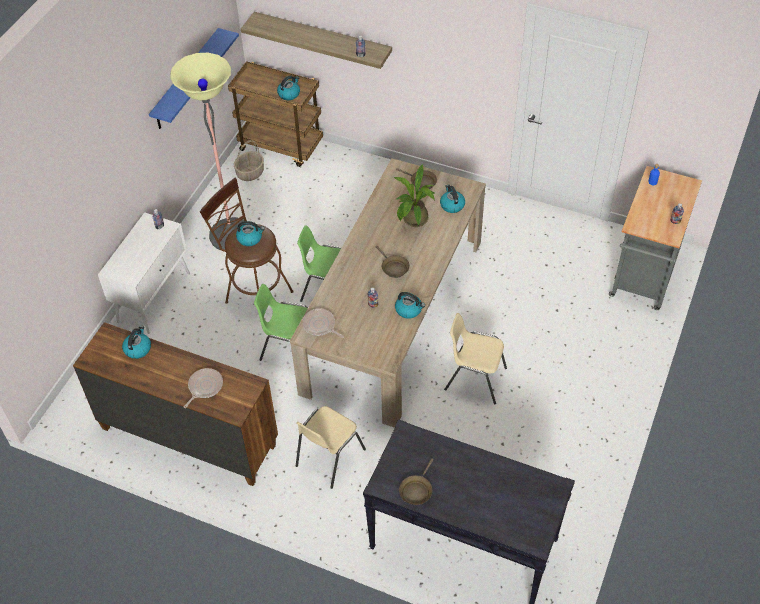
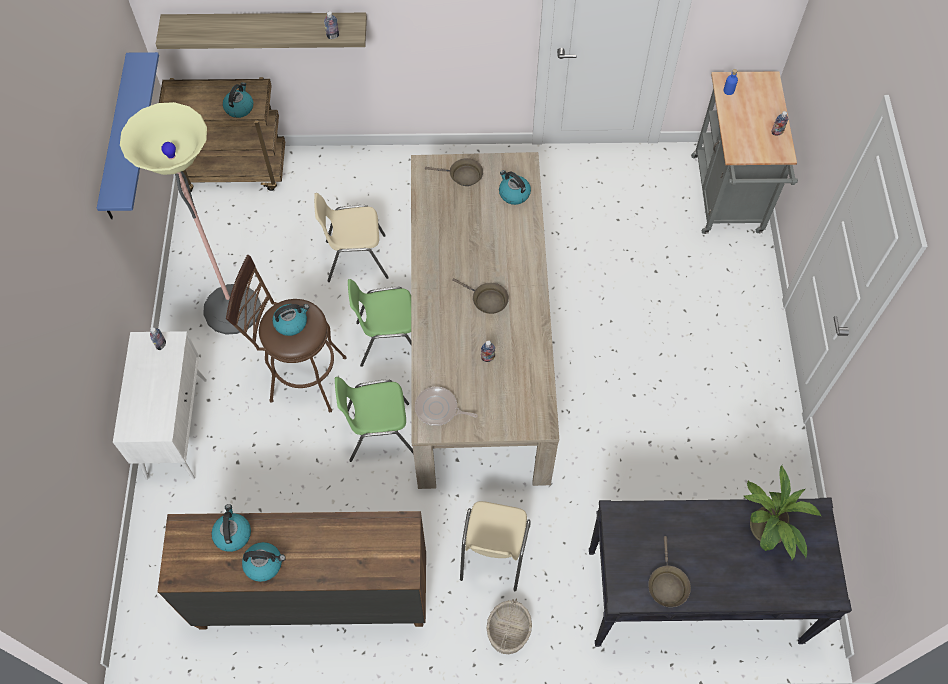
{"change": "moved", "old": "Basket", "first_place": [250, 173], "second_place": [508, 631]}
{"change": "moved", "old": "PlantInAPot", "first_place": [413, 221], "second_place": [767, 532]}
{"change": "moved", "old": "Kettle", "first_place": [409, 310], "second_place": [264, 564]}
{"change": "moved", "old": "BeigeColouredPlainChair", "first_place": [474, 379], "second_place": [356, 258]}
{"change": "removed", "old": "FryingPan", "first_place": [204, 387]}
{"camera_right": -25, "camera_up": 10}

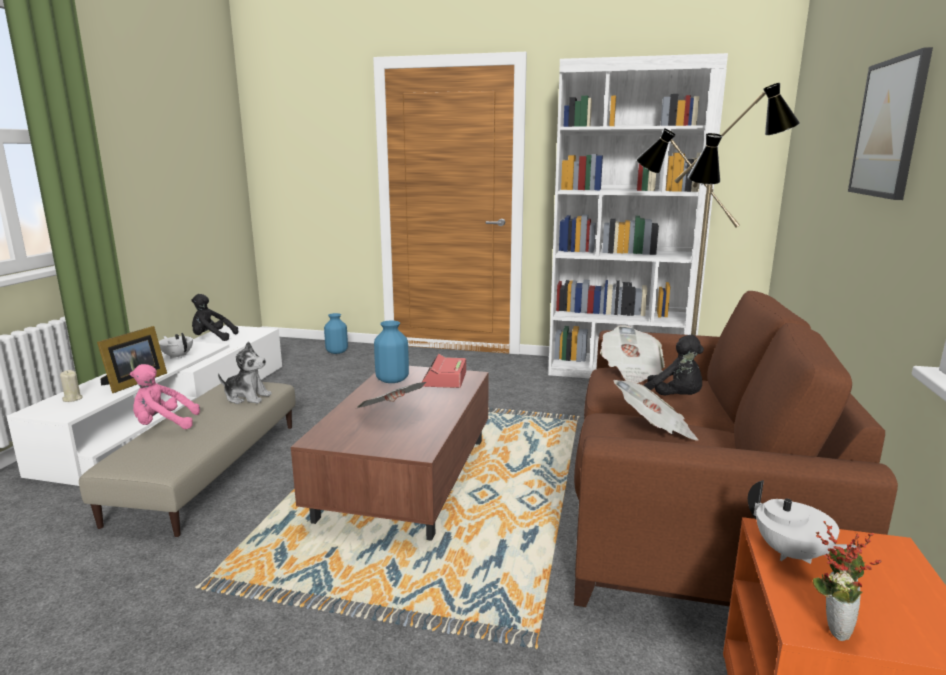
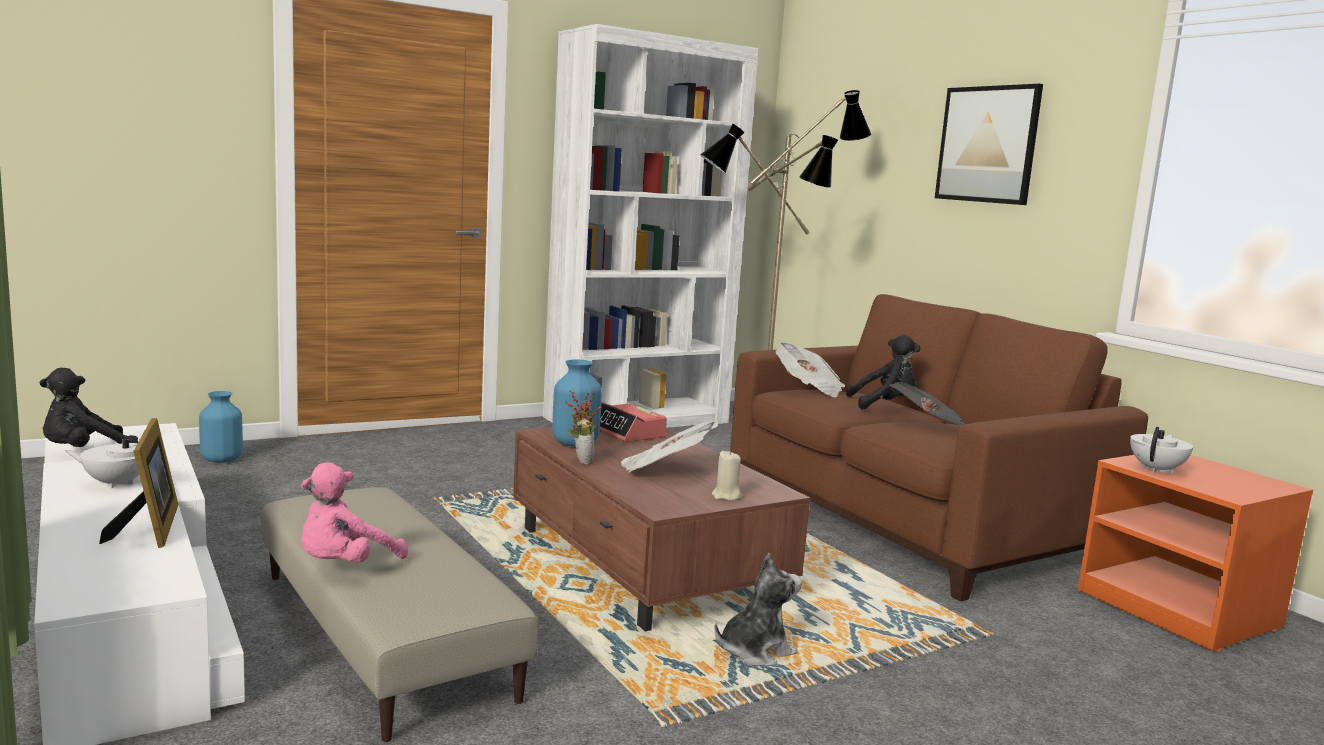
{"change": "moved", "old": "SoftToy", "first_place": [247, 397], "second_place": [755, 651]}
{"change": "moved", "old": "BeigeColouredWaxCandle", "first_place": [72, 399], "second_place": [726, 496]}
{"change": "turned", "old": "WhiteColouredTeaPot", "first_place": [792, 554], "second_place": [1157, 470], "degrees": -60}
{"change": "moved", "old": "PlantInAPot", "first_place": [832, 625], "second_place": [580, 461]}
{"camera_right": -45, "camera_up": -5}

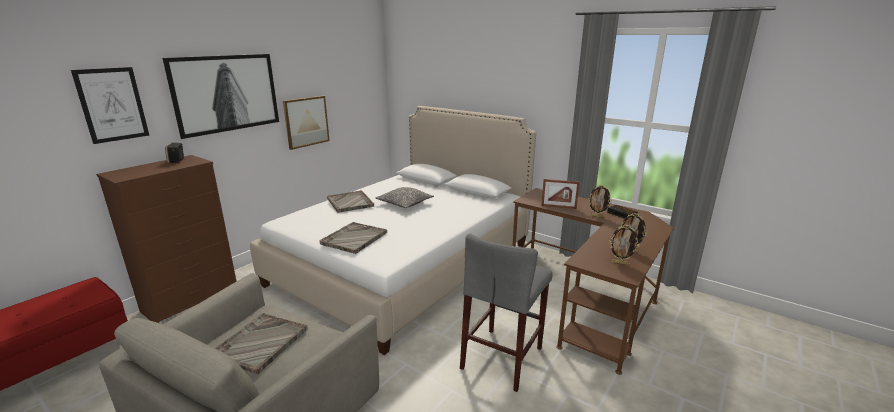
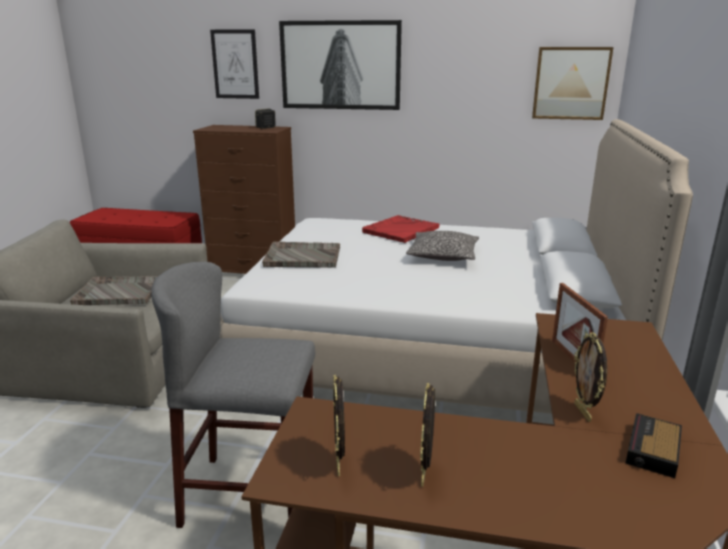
{"change": "moved", "old": "WallPicture", "first_place": [306, 121], "second_place": [571, 83]}
{"change": "recoloured", "old": "GrayCarryingTray", "new": "RedColouredCarryingTray", "first_place": [350, 202], "second_place": [400, 230]}
{"camera_right": 65, "camera_up": 0}

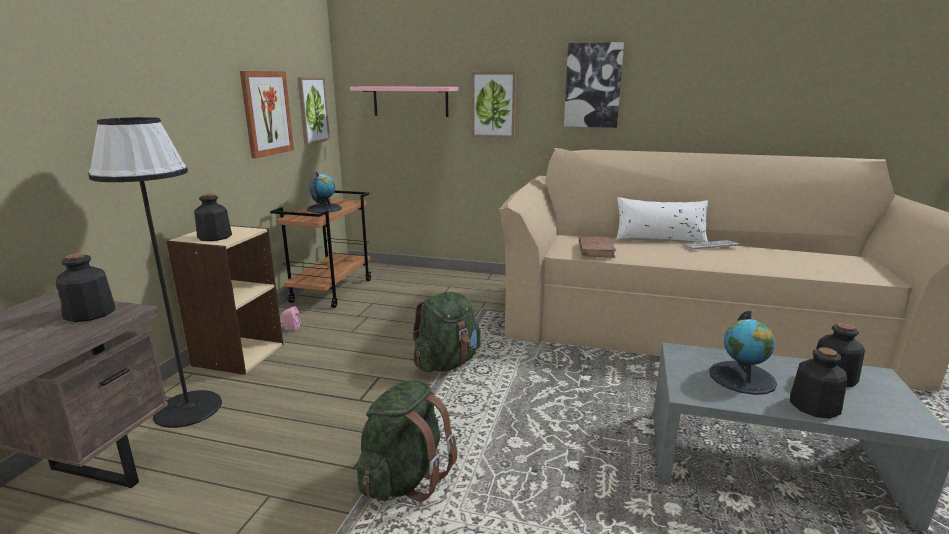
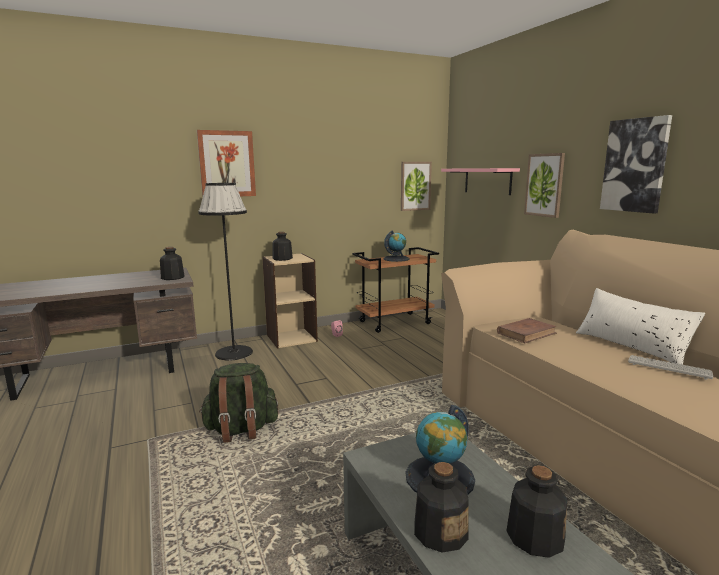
{"change": "moved", "old": "WallPicture", "first_place": [266, 113], "second_place": [227, 164]}
{"change": "removed", "old": "GreenishBackpack", "first_place": [447, 363]}
{"camera_right": 50, "camera_up": -5}

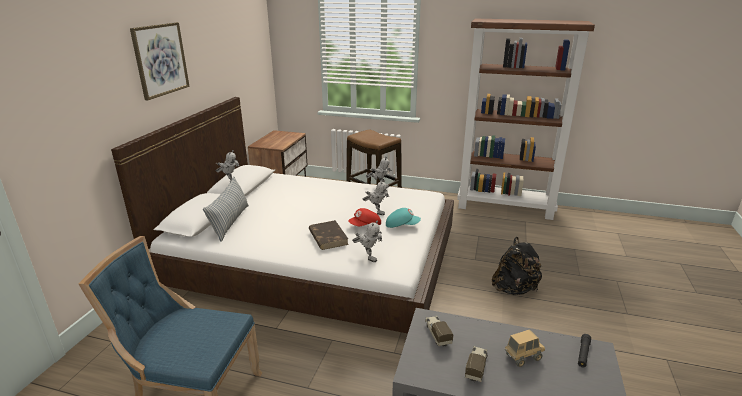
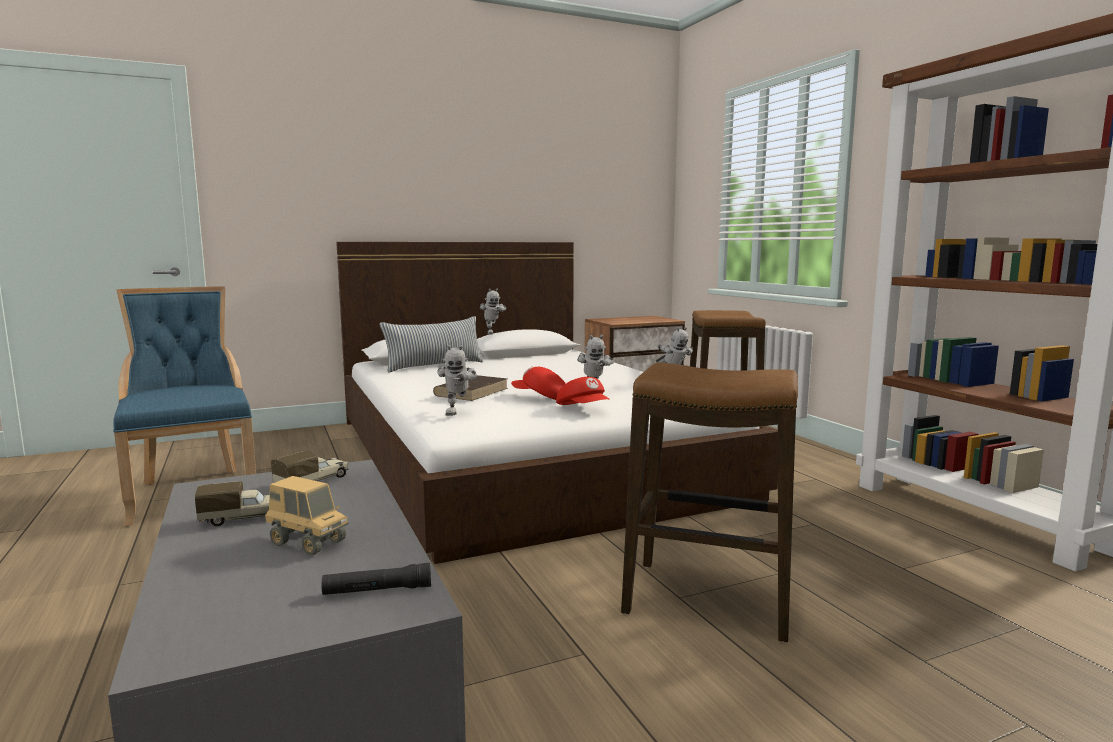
{"change": "removed", "old": "WallPicture", "first_place": [160, 60]}
{"change": "recoloured", "old": "TurquoiseColouredPeakedCap", "new": "RedColouredPeakedCap", "first_place": [402, 225], "second_place": [583, 409]}
{"change": "replaced", "old": "BlackishBackpack", "new": "StoolSeat", "first_place": [514, 289], "second_place": [708, 600]}
{"camera_right": 50, "camera_up": -15}

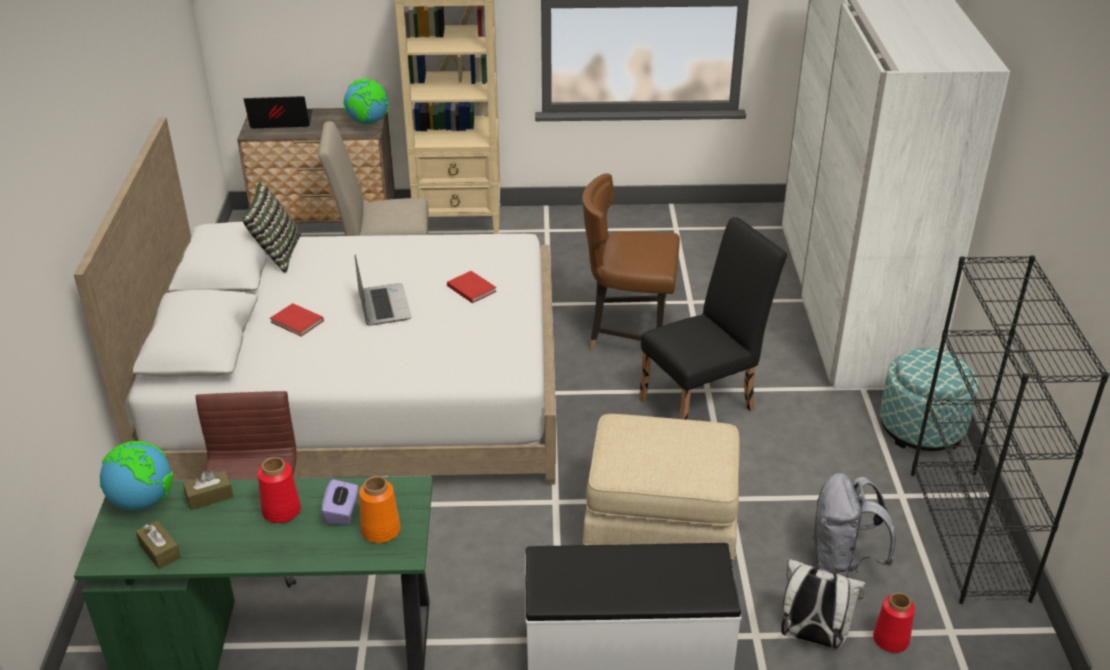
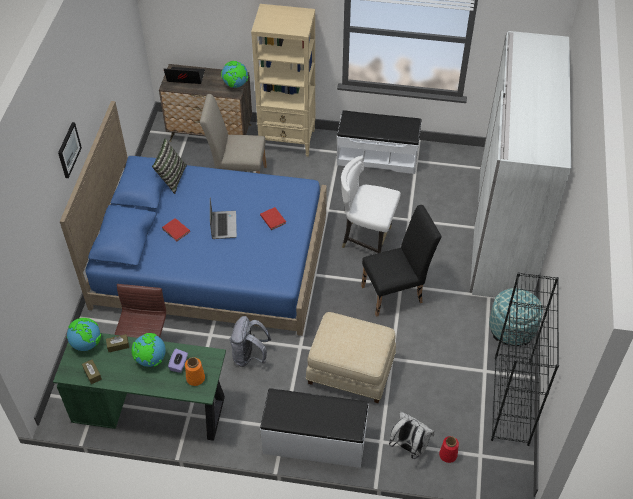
{"change": "recoloured", "old": "WhiteColouredSleepingBed", "new": "BluishSleepingBed", "first_place": [361, 393], "second_place": [211, 260]}
{"change": "recoloured", "old": "BrownPlainChair", "new": "WhiteColouredPlainChair", "first_place": [628, 334], "second_place": [366, 239]}
{"change": "replaced", "old": "RedColouredDecorativeVase", "new": "Globe", "first_place": [281, 511], "second_place": [150, 359]}
{"change": "moved", "old": "GrayBackpack", "first_place": [843, 563], "second_place": [249, 356]}
{"change": "added", "new": "WhiteColouredBench", "second_place": [377, 157]}
{"change": "added", "new": "WallPicture", "second_place": [68, 150]}
{"camera_right": 10, "camera_up": 15}

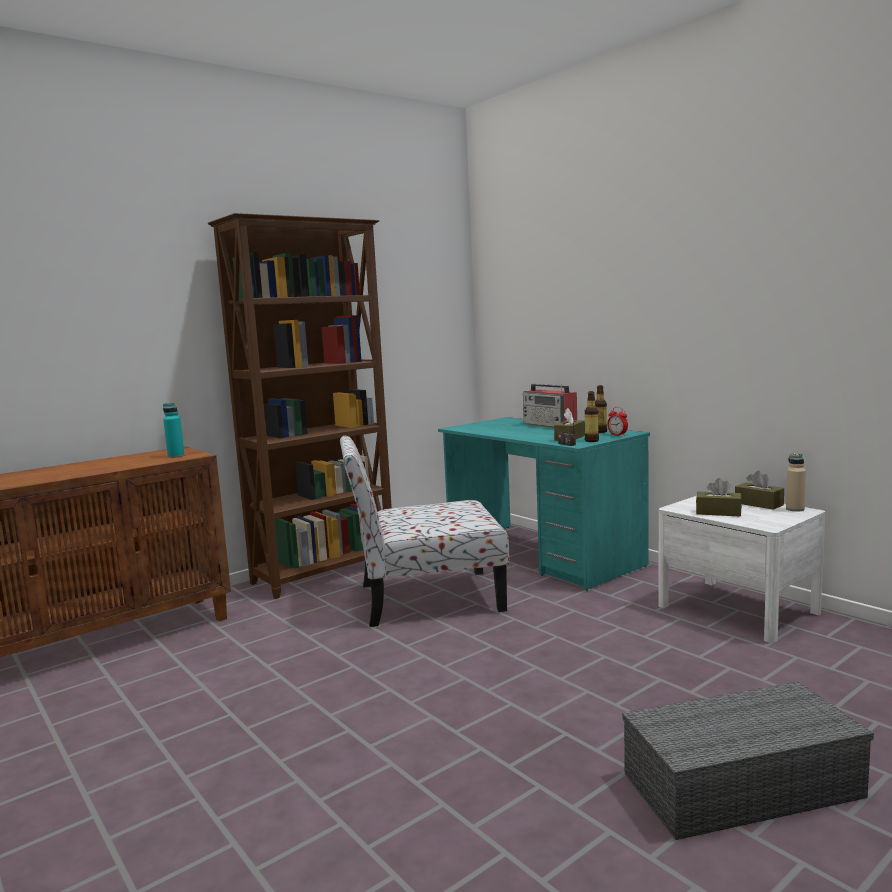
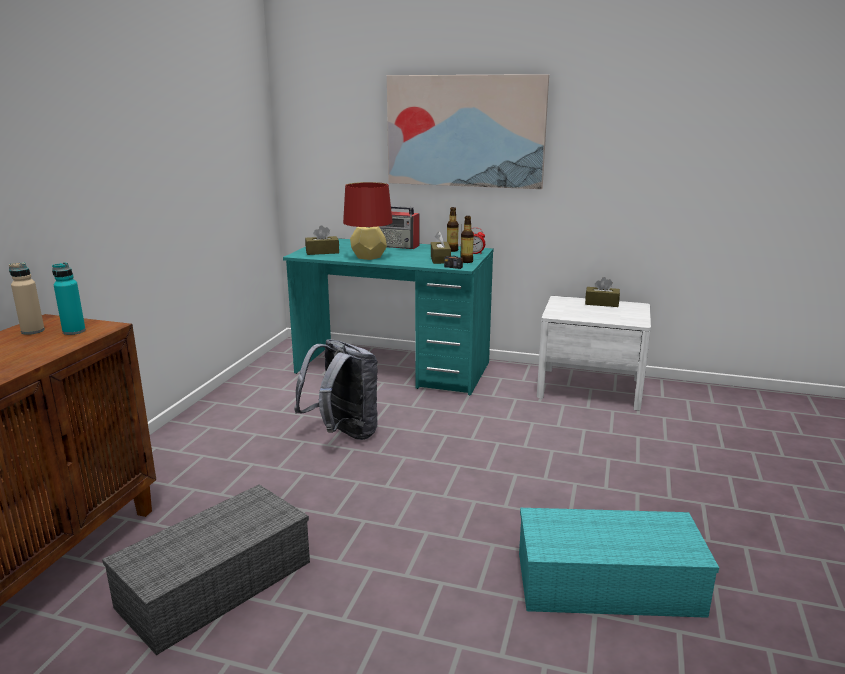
{"change": "removed", "old": "BrownBookshelf", "first_place": [326, 573]}
{"change": "replaced", "old": "PlainChair", "new": "GrayBackpack", "first_place": [425, 598], "second_place": [343, 434]}
{"change": "moved", "old": "BeigeColouredBottle", "first_place": [795, 509], "second_place": [33, 331]}
{"change": "moved", "old": "BrownTissueHolder", "first_place": [718, 512], "second_place": [322, 252]}
{"change": "moved", "old": "GrayStorageContainer", "first_place": [742, 783], "second_place": [217, 582]}
{"change": "added", "new": "WallPicture", "second_place": [465, 131]}
{"change": "added", "new": "RedColouredTabletopLamp", "second_place": [368, 257]}
{"change": "added", "new": "TurquoiseColouredStorageContainer", "second_place": [605, 585]}
{"camera_right": -35, "camera_up": 10}

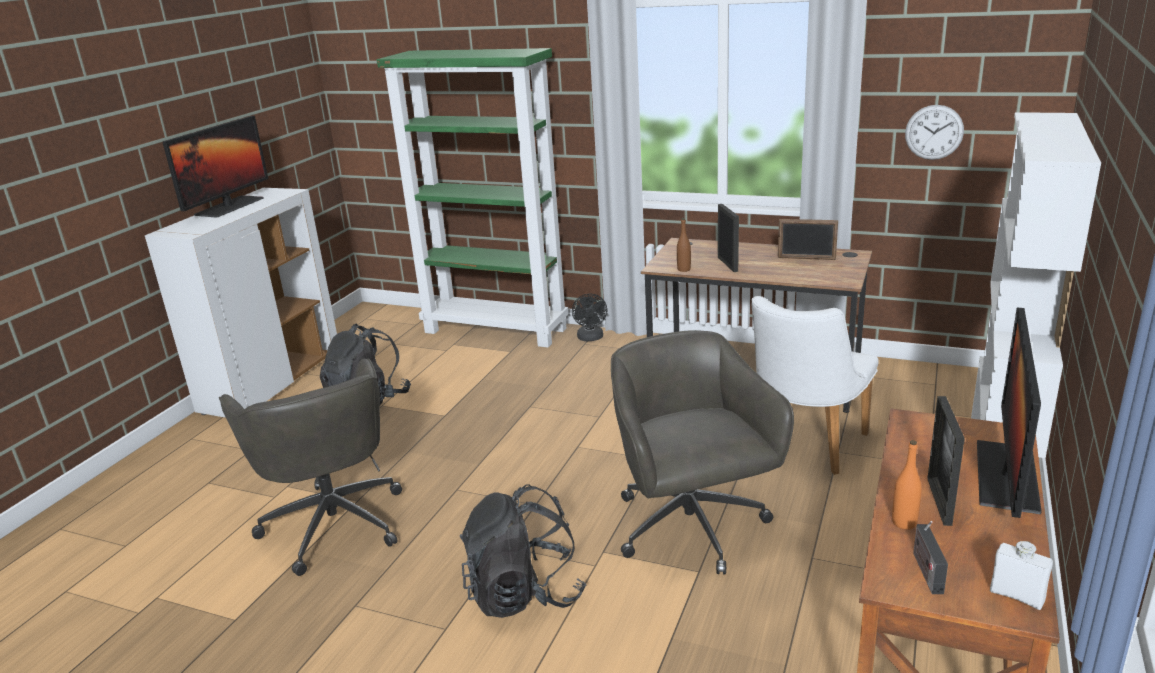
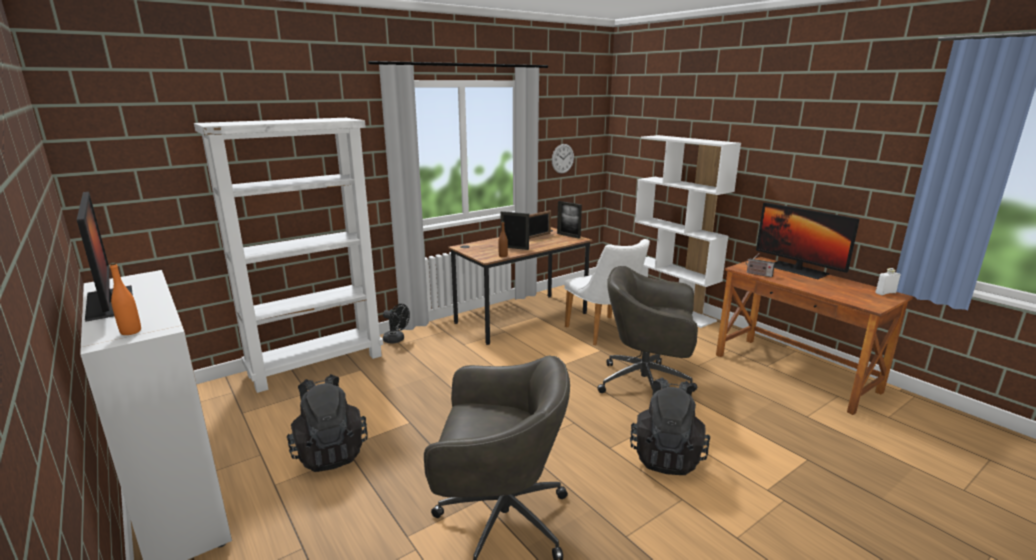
{"change": "recoloured", "old": "GreenishBookshelf", "new": "WhiteColouredBookshelf", "first_place": [496, 330], "second_place": [317, 364]}
{"change": "moved", "old": "PictureFrame", "first_place": [939, 501], "second_place": [568, 235]}
{"change": "moved", "old": "OrangeBottle", "first_place": [904, 523], "second_place": [131, 332]}
{"change": "moved", "old": "Radio", "first_place": [926, 571], "second_place": [758, 274]}
{"camera_right": -60, "camera_up": -5}

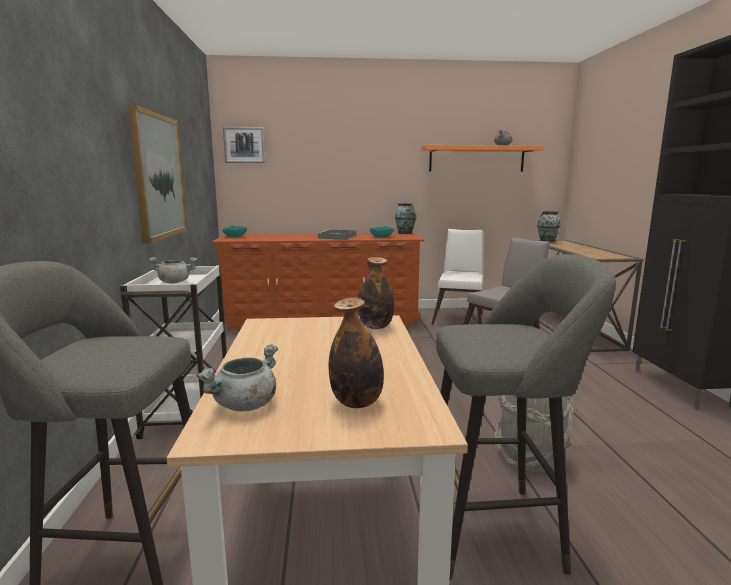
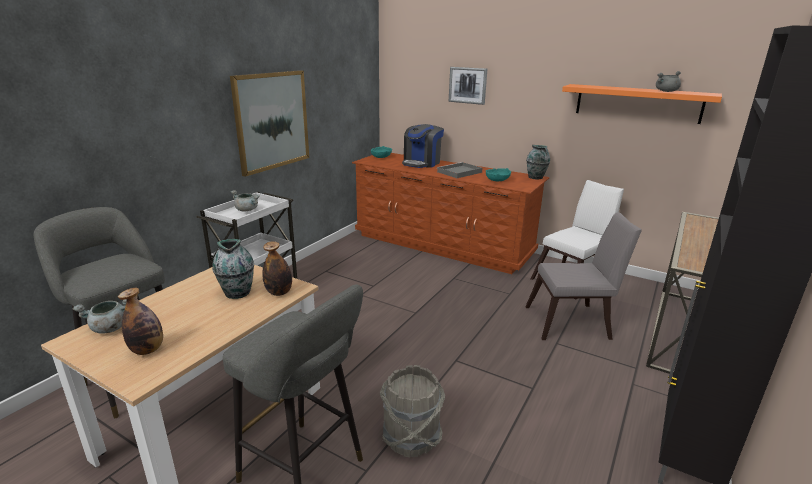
{"change": "moved", "old": "WallPicture", "first_place": [244, 145], "second_place": [467, 85]}
{"change": "moved", "old": "DecorativeVase", "first_place": [547, 241], "second_place": [237, 292]}
{"change": "added", "new": "CoffeeMaker", "second_place": [422, 163]}
{"camera_right": 35, "camera_up": 10}

